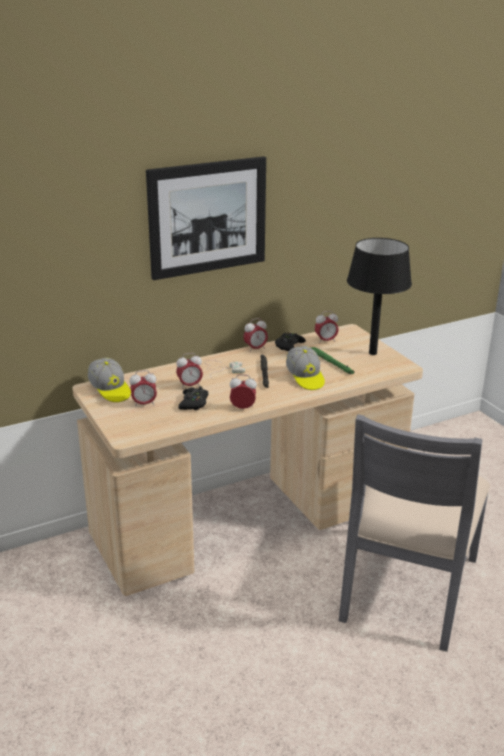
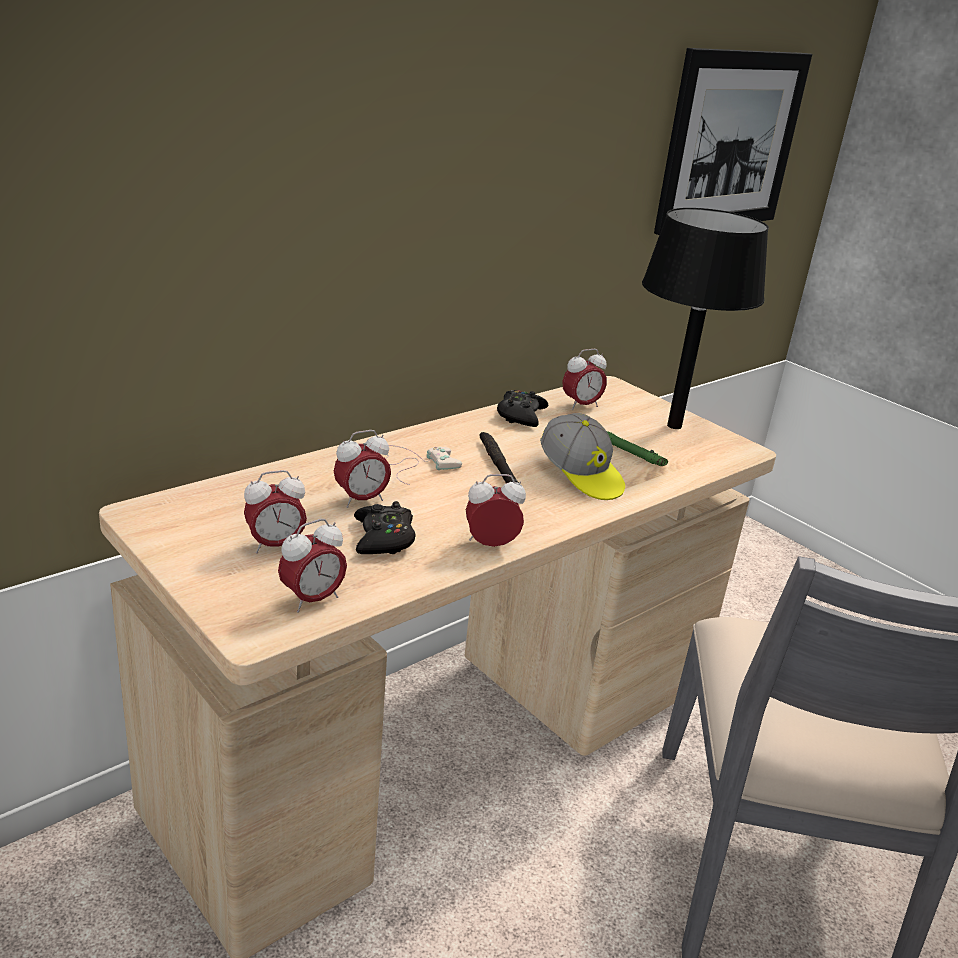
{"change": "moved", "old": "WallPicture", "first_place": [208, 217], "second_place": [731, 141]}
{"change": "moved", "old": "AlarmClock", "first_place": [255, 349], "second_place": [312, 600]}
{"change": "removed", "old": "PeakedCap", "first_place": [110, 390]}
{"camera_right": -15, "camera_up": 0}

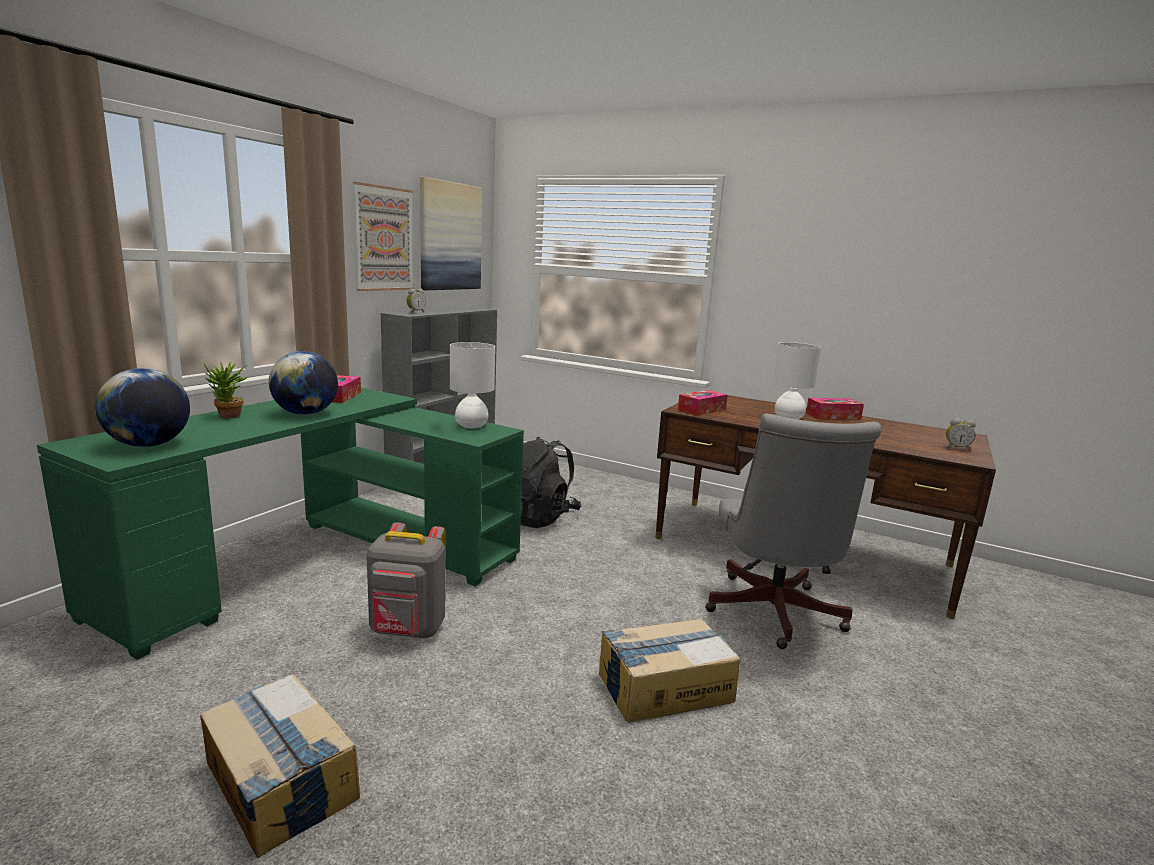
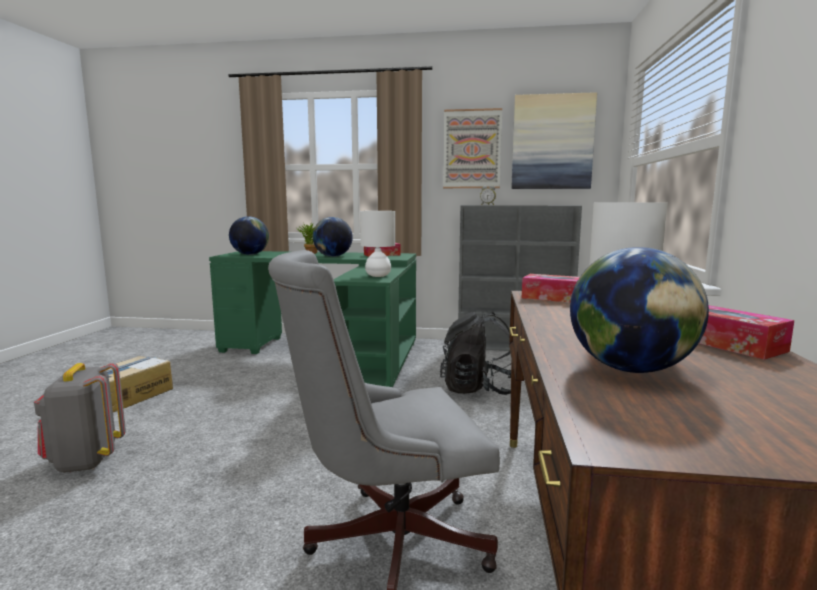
{"change": "removed", "old": "AlarmClock", "first_place": [956, 448]}
{"change": "moved", "old": "GrayBackpack", "first_place": [407, 631], "second_place": [86, 461]}
{"change": "removed", "old": "CardboardBox", "first_place": [663, 687]}
{"change": "added", "new": "Globe", "second_place": [630, 369]}
{"camera_right": 70, "camera_up": -5}

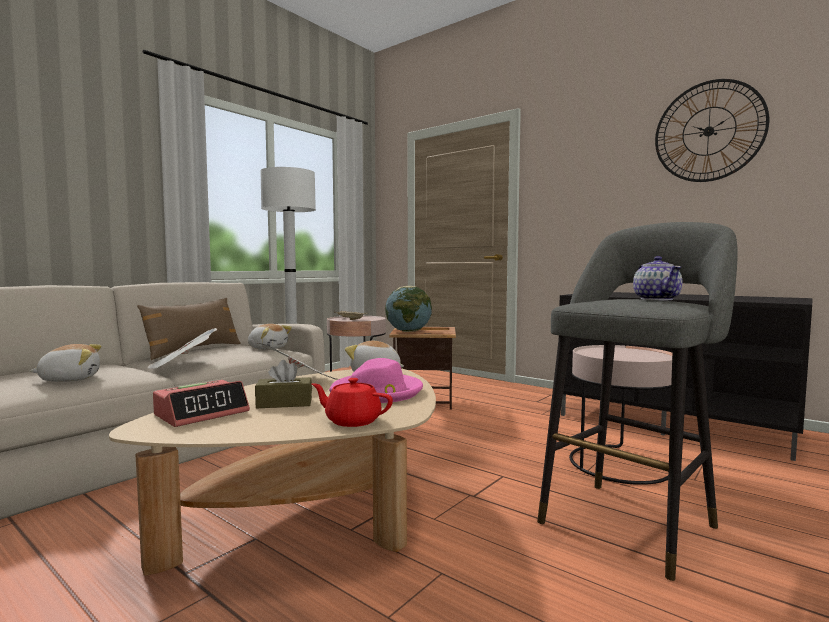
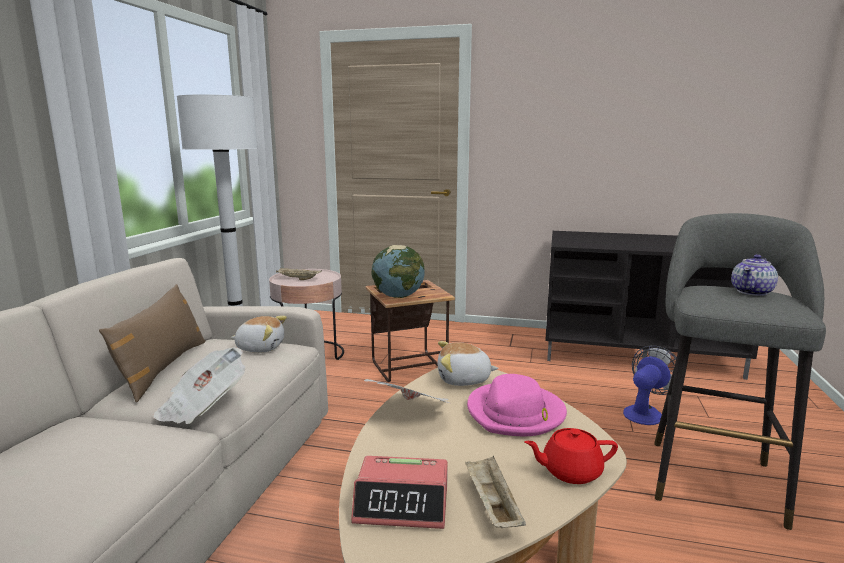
{"change": "removed", "old": "ClockOnTheWall", "first_place": [708, 131]}
{"change": "turned", "old": "TeaPot", "first_place": [656, 299], "second_place": [752, 292], "degrees": 75}
{"change": "removed", "old": "SoftToy", "first_place": [70, 379]}
{"change": "replaced", "old": "PinkEndTable", "new": "CoolingFan", "first_place": [619, 464], "second_place": [645, 412]}
{"change": "removed", "old": "BrownTissueHolder", "first_place": [284, 403]}
{"change": "turned", "old": "AlarmClock", "first_place": [202, 413], "second_place": [402, 503], "degrees": 75}
{"change": "added", "new": "BeigeColouredCarryingTray", "second_place": [491, 505]}
{"camera_right": -25, "camera_up": 10}

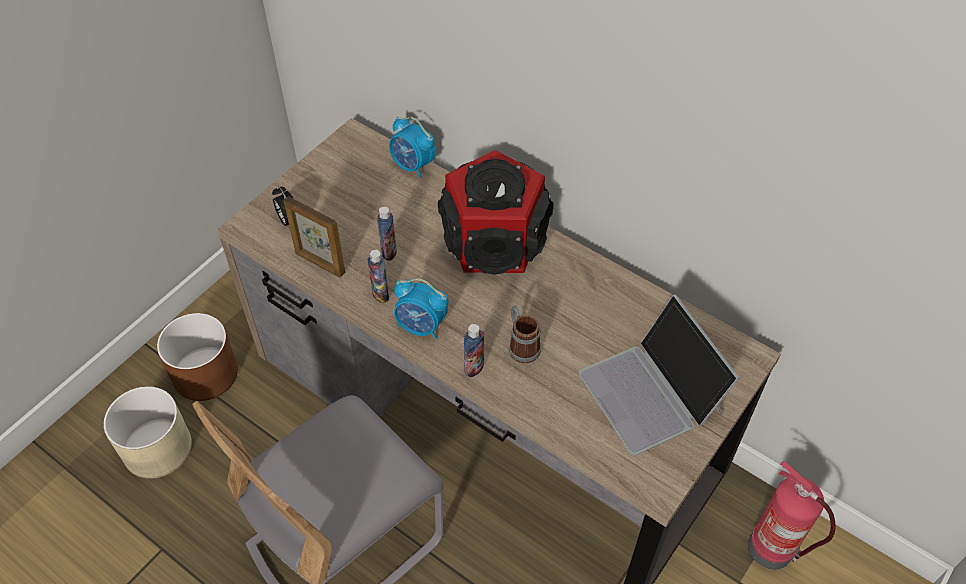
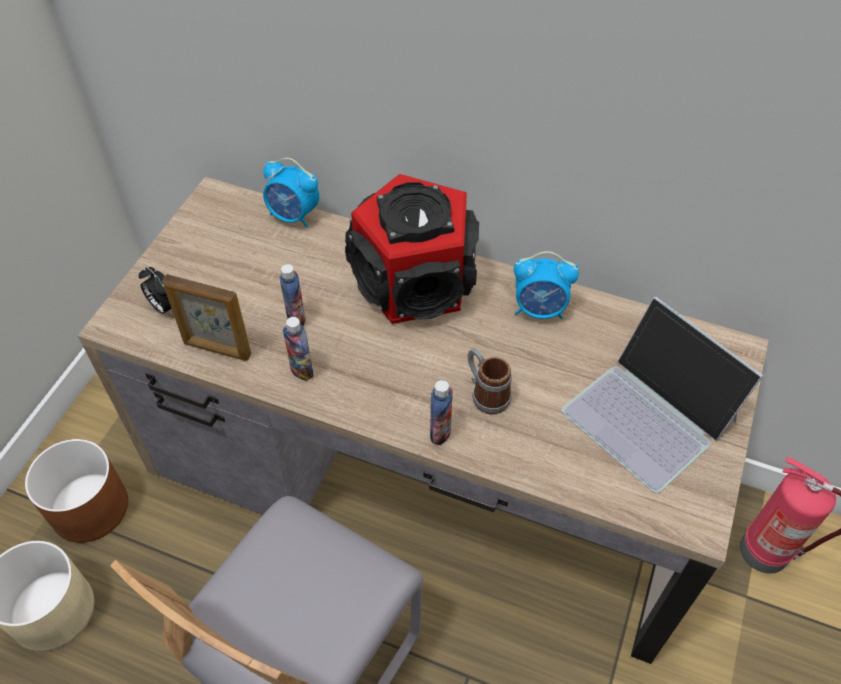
{"change": "moved", "old": "AlarmClock", "first_place": [421, 326], "second_place": [540, 309]}
{"camera_right": -15, "camera_up": 0}

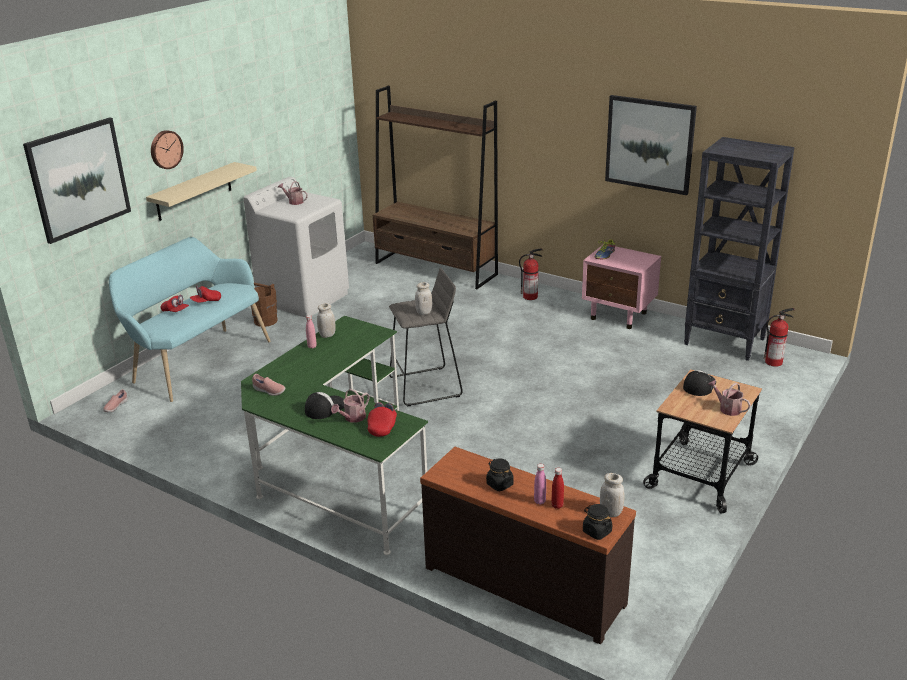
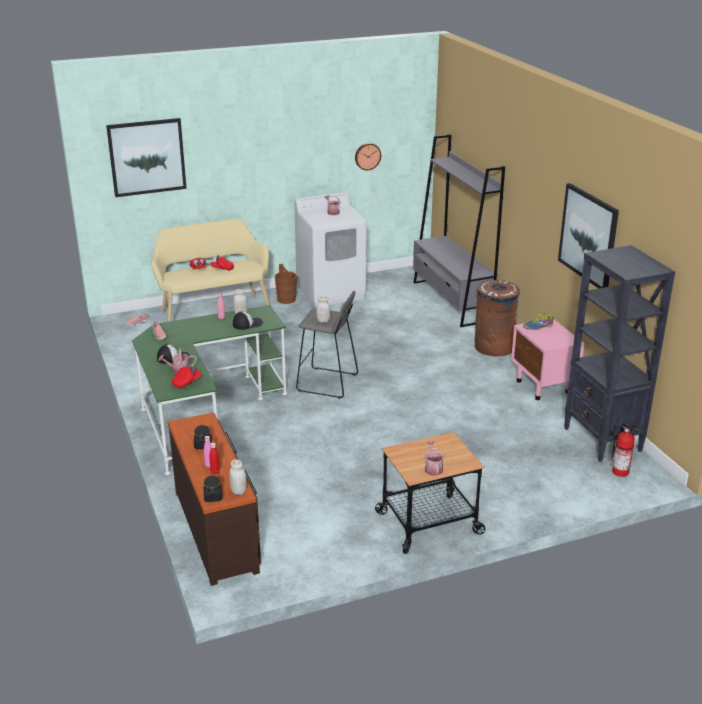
{"change": "recoloured", "old": "BrownBookshelf", "new": "GrayBookshelf", "first_place": [436, 269], "second_place": [451, 301]}
{"change": "moved", "old": "ClockOnTheWall", "first_place": [165, 149], "second_place": [367, 156]}
{"change": "removed", "old": "BeigeColouredShelf", "first_place": [194, 191]}
{"change": "recoloured", "old": "TurquoiseColouredBench", "new": "BeigeColouredBench", "first_place": [197, 361], "second_place": [213, 312]}
{"change": "replaced", "old": "Extinguisher", "new": "BrownRubbishBin", "first_place": [531, 296], "second_place": [494, 347]}
{"change": "moved", "old": "PeakedCap", "first_place": [699, 385], "second_place": [247, 324]}
{"camera_right": 35, "camera_up": 0}

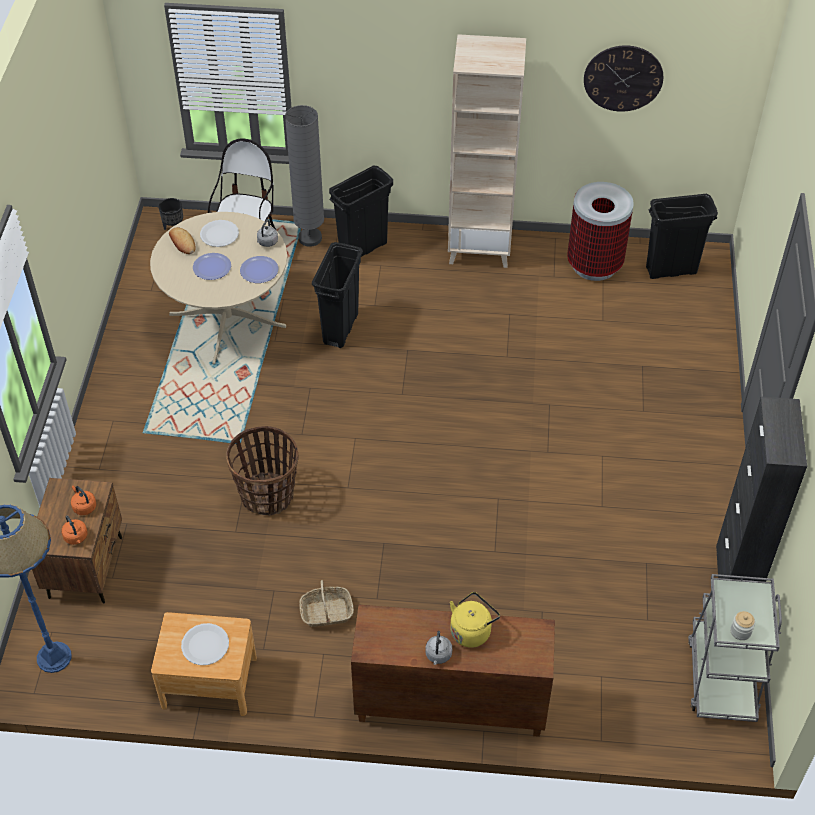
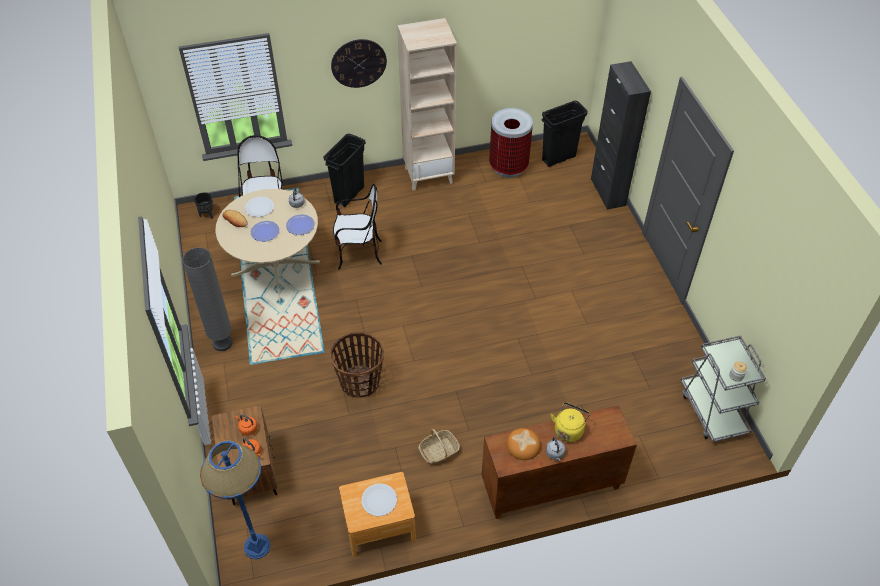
{"change": "moved", "old": "ClockOnTheWall", "first_place": [623, 78], "second_place": [358, 63]}
{"change": "moved", "old": "GrayFloorLamp", "first_place": [310, 238], "second_place": [222, 343]}
{"change": "replaced", "old": "BlackishRubbishBin", "new": "PlainChair", "first_place": [340, 329], "second_place": [359, 253]}
{"change": "moved", "old": "BlackishCupboard", "first_place": [735, 578], "second_place": [608, 192]}
{"change": "added", "new": "Bread", "second_place": [523, 445]}
{"camera_right": -20, "camera_up": 0}

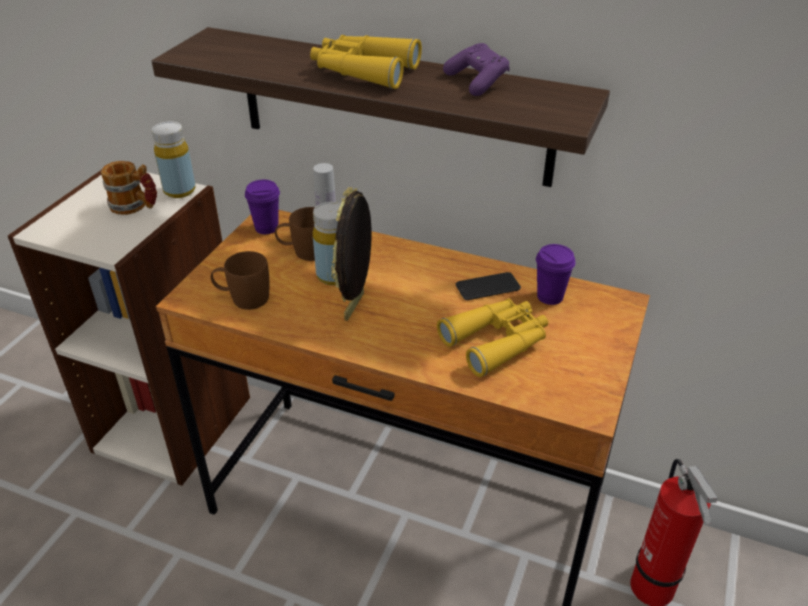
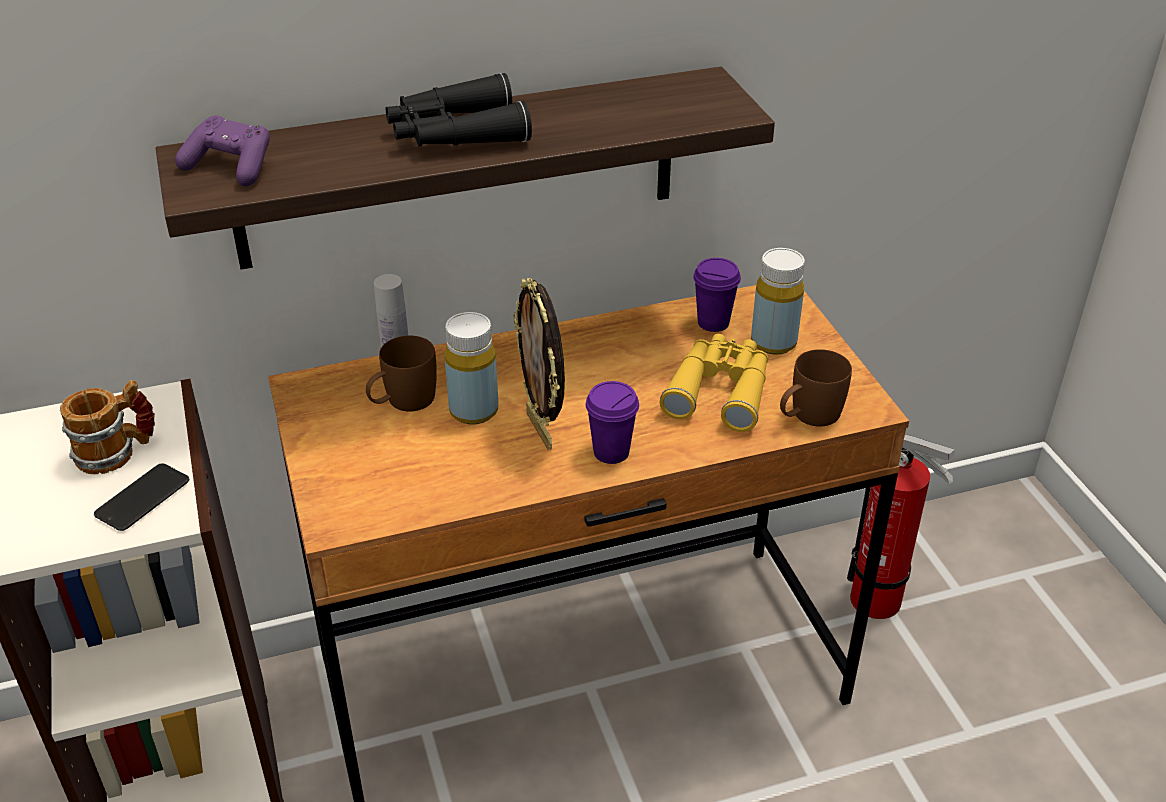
{"change": "recoloured", "old": "YellowishFieldGlasses", "new": "BlackishFieldGlasses", "first_place": [363, 71], "second_place": [456, 133]}
{"change": "moved", "old": "PurplishGamepad", "first_place": [477, 82], "second_place": [231, 167]}
{"change": "moved", "old": "YellowishBottle", "first_place": [179, 190], "second_place": [773, 342]}
{"change": "moved", "old": "PurplishDrinkingCup", "first_place": [266, 228], "second_place": [611, 452]}
{"change": "moved", "old": "BrownCoffeeMug", "first_place": [243, 298], "second_place": [808, 416]}
{"change": "moved", "old": "Telephone", "first_place": [487, 287], "second_place": [143, 498]}
{"camera_right": -40, "camera_up": 0}

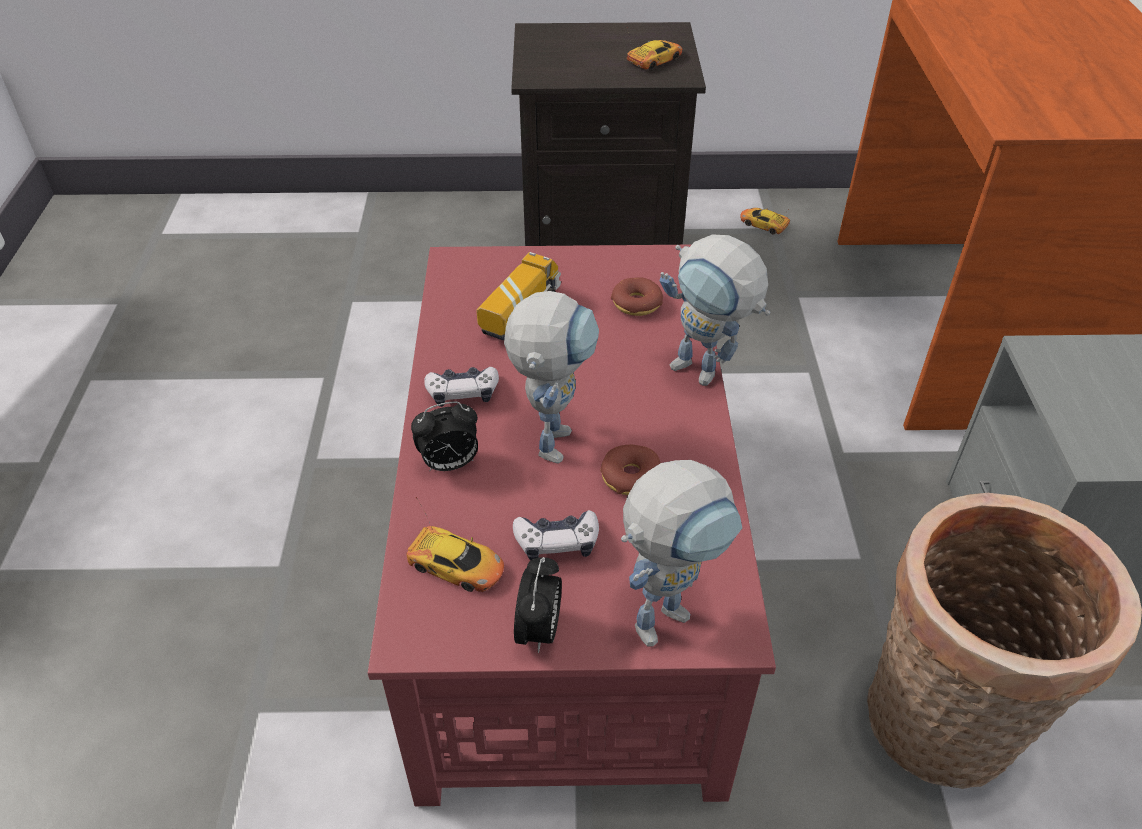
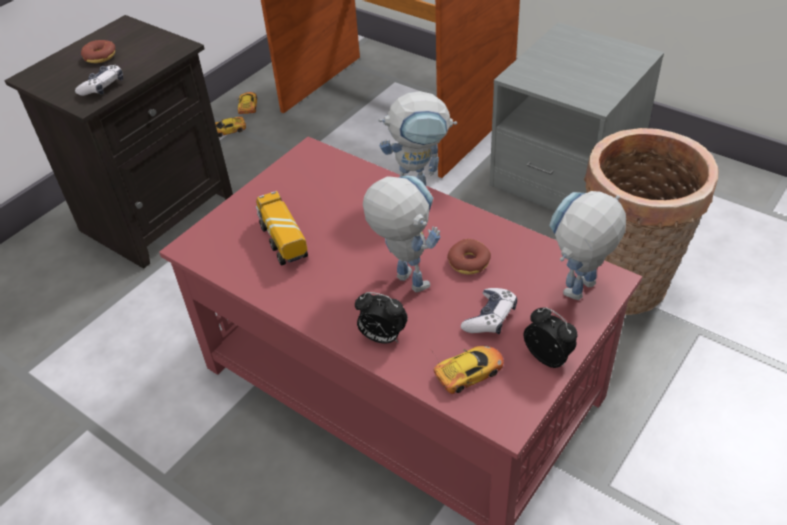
{"change": "moved", "old": "ToyCar", "first_place": [655, 60], "second_place": [248, 106]}
{"change": "moved", "old": "Doughnut", "first_place": [636, 304], "second_place": [100, 57]}
{"change": "moved", "old": "Gamepad", "first_place": [463, 393], "second_place": [103, 87]}
{"change": "turned", "old": "AlarmClock", "first_place": [449, 464], "second_place": [382, 337], "degrees": 90}
{"change": "turned", "old": "ToyRobot", "first_place": [669, 610], "second_place": [577, 296], "degrees": -135}
{"camera_right": -50, "camera_up": 0}

